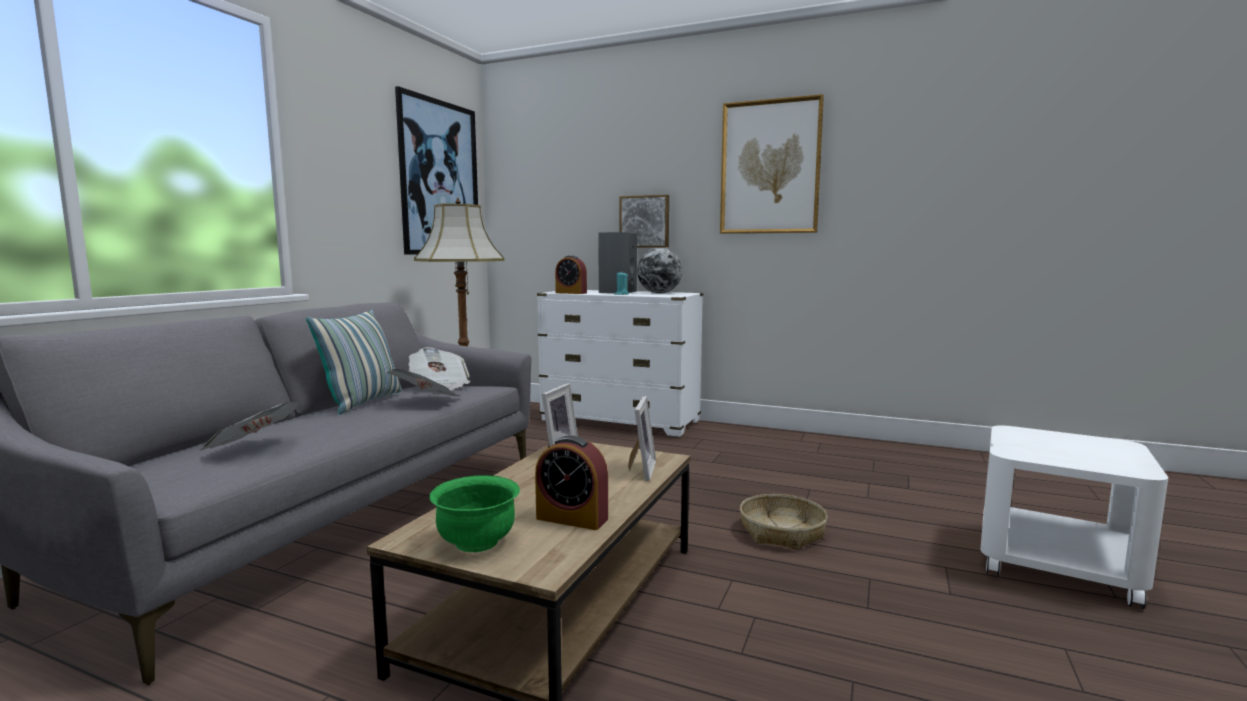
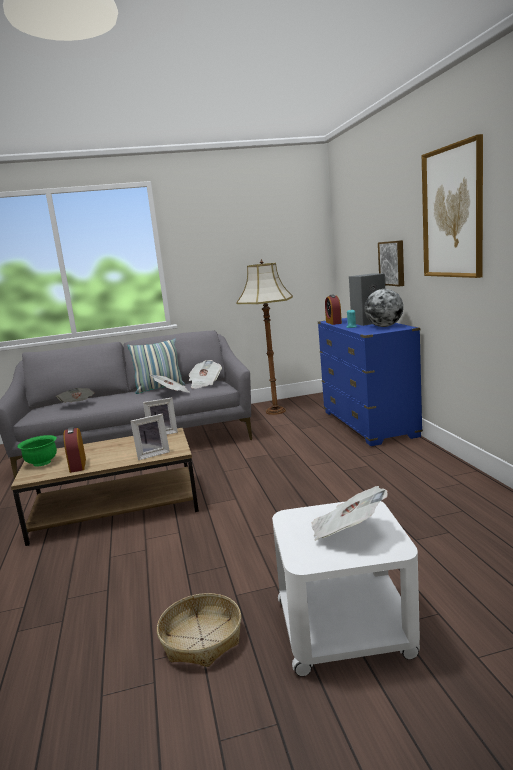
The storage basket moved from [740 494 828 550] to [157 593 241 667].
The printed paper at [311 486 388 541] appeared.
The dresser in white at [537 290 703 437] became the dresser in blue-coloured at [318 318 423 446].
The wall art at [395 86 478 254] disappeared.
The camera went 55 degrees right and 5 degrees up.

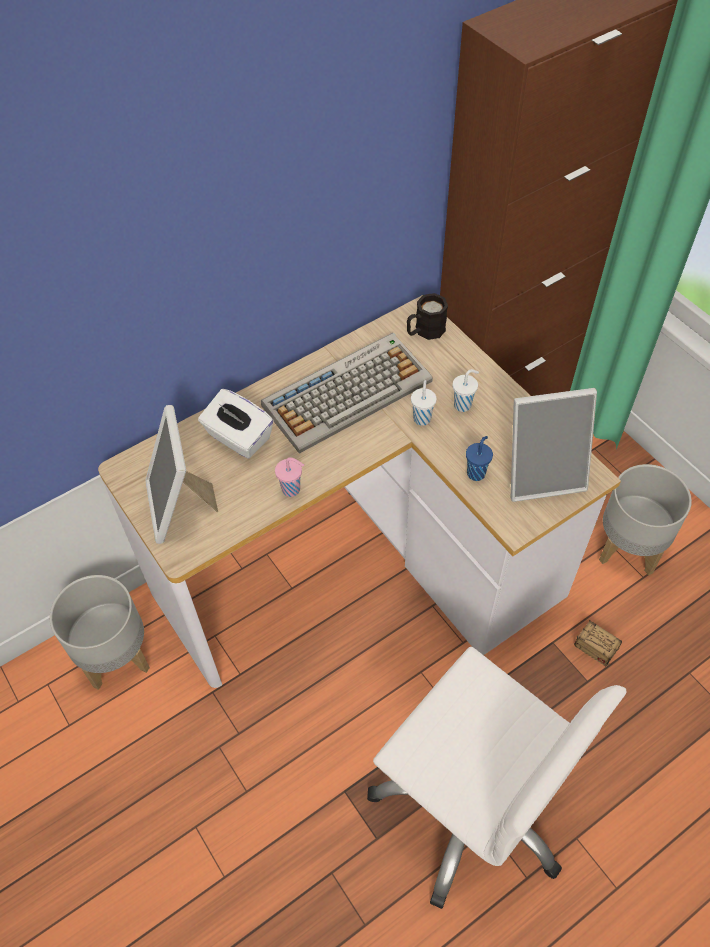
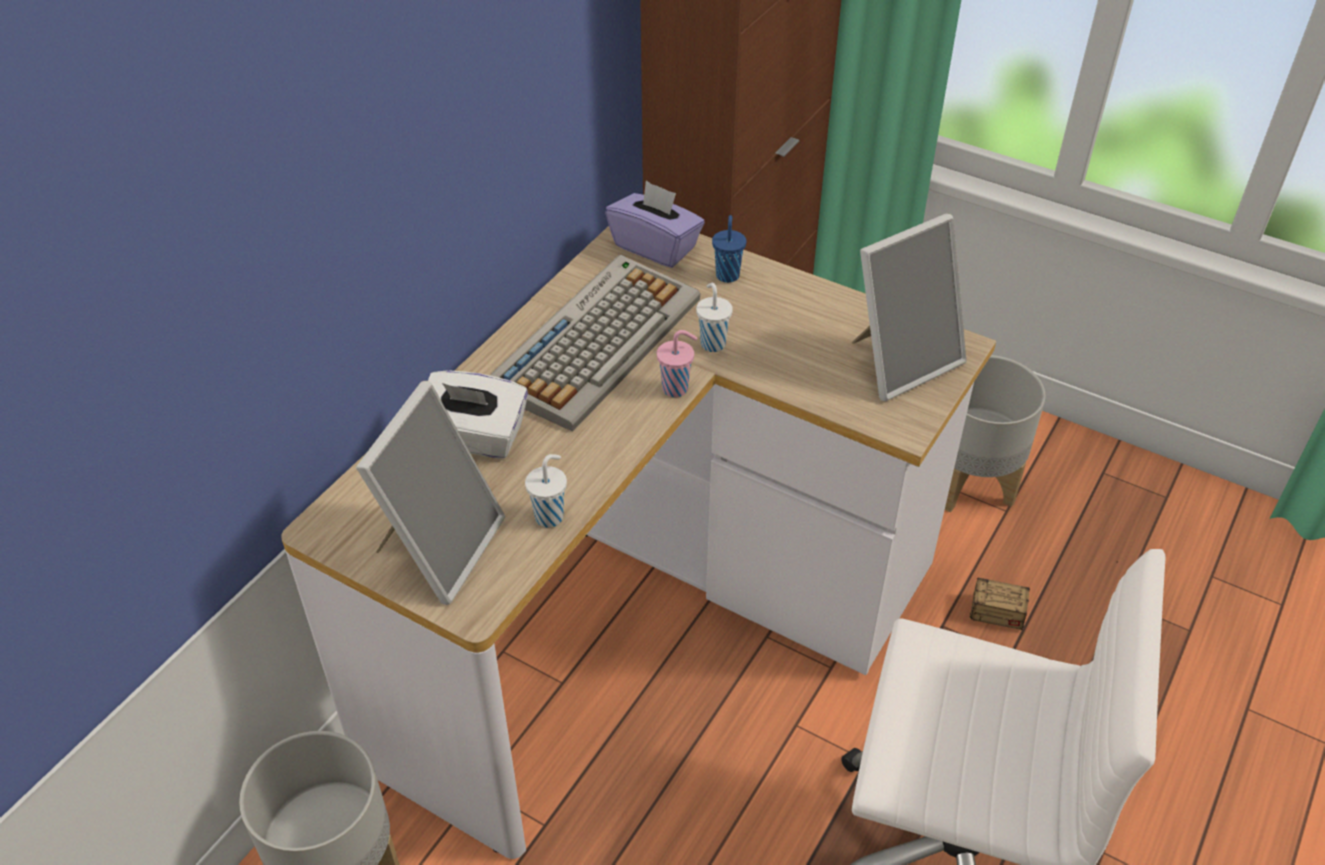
The photo frame at [145 405 218 544] turned 120 degrees counterclockwise.
The drinking cup in white moved from [453 369 479 412] to [525 454 567 528].
The tea mug in black at [407 293 448 340] was replaced by the box of tissues in purple-coloured at [605 180 705 268].
The drinking cup in pinkish moved from [275 457 304 497] to [657 330 697 397].
The drinking cup in blue-coloured moved from [466 436 493 481] to [712 215 746 283].
The camera went 25 degrees left and 10 degrees down.

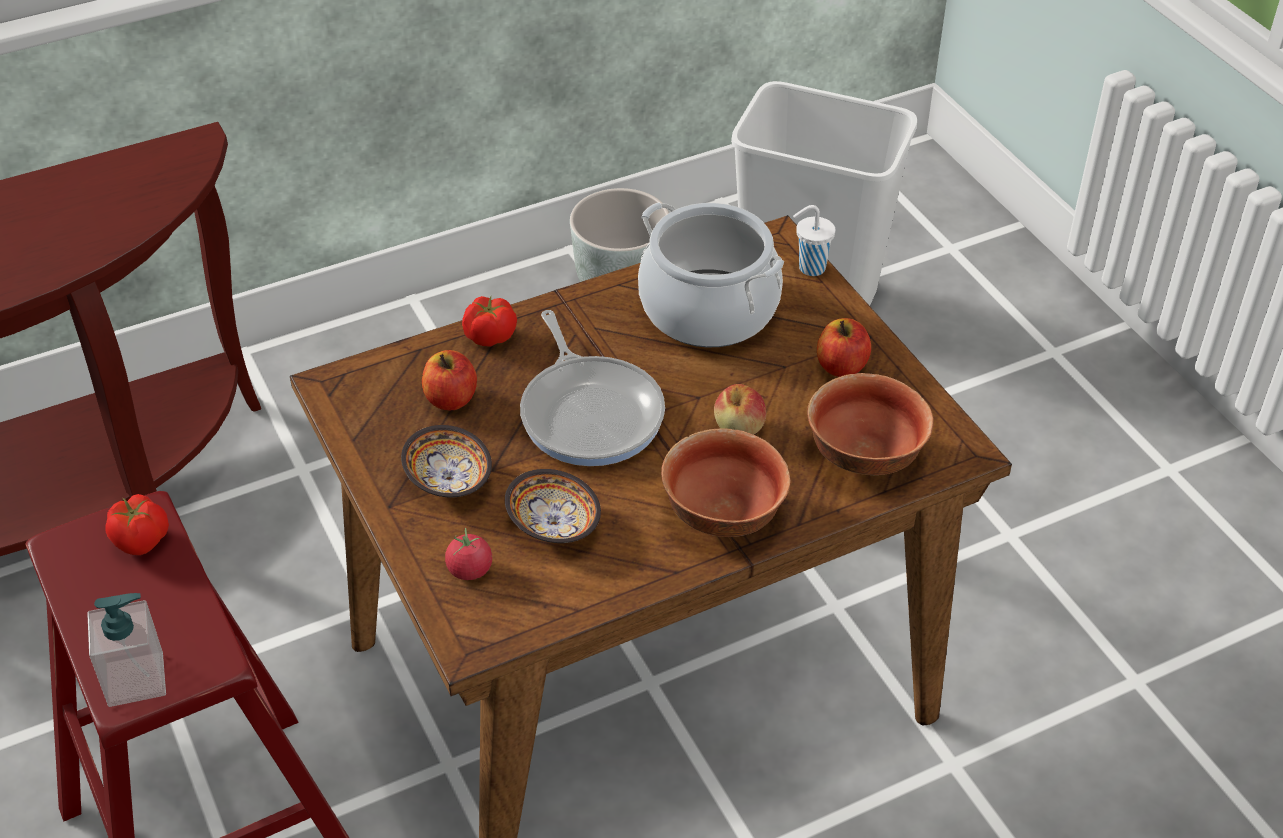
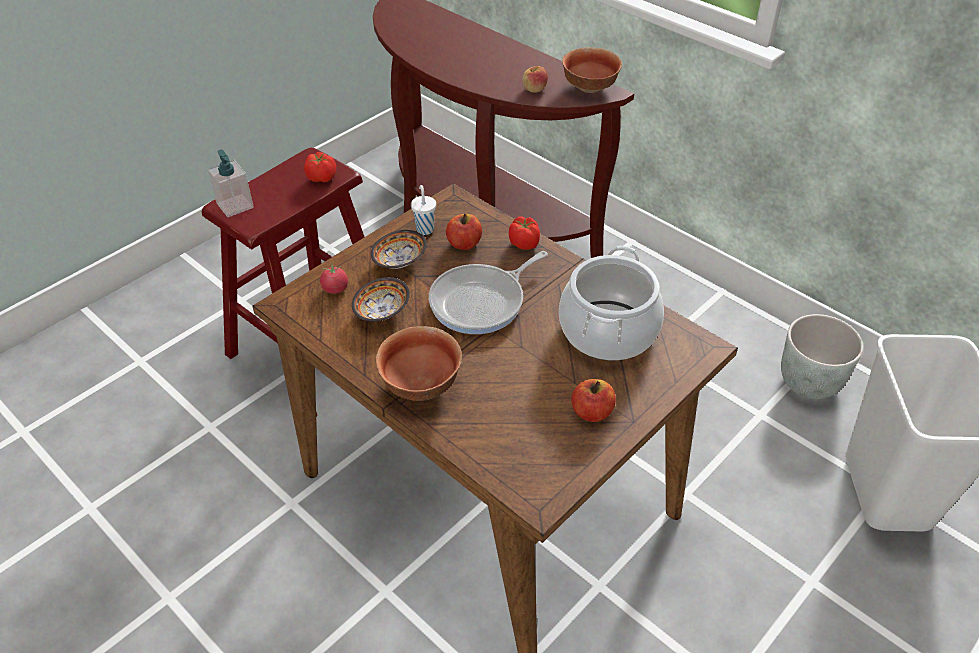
The drinking cup in white moved from [793 205 836 276] to [411 185 436 235].
The apple moved from [714 384 766 435] to [522 66 548 93].
The serving bowl moved from [807 373 934 475] to [562 47 622 93].
The camera went 70 degrees right and 0 degrees up.

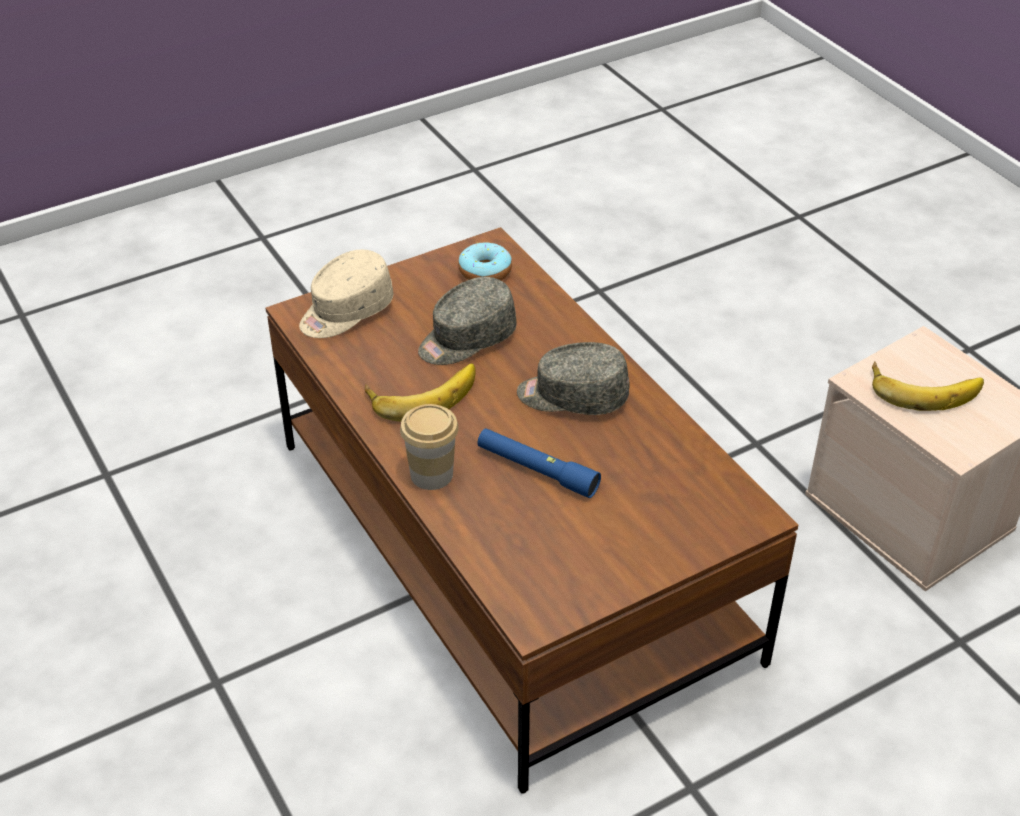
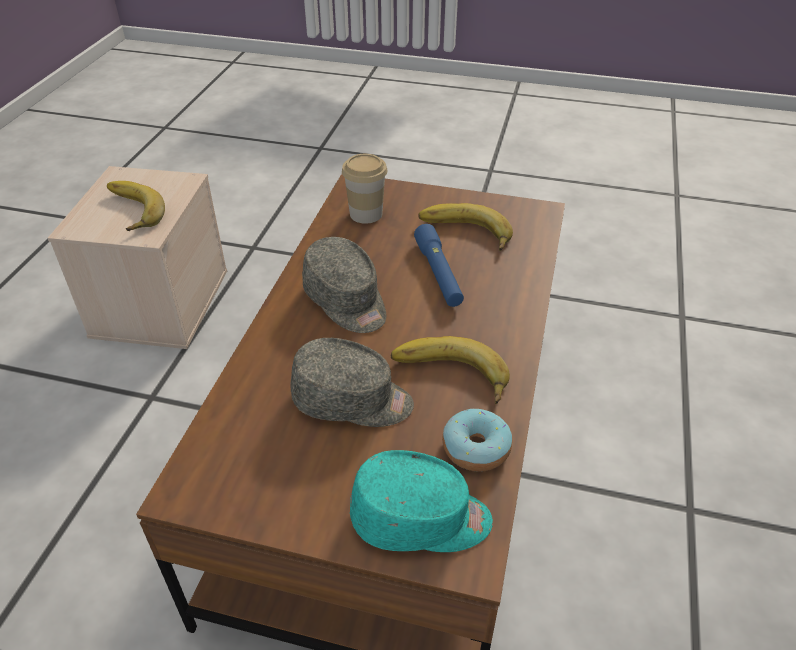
The drinking cup moved from [400 404 459 490] to [342 154 387 224].
The peaked cap in beige-coloured at [299 249 394 338] became the peaked cap in blue-green at [350 450 493 552].
The banana at [418 203 513 251] appeared.
The ring doughnut moved from [458 242 512 280] to [442 409 512 472].
The camera went 135 degrees left and 0 degrees up.

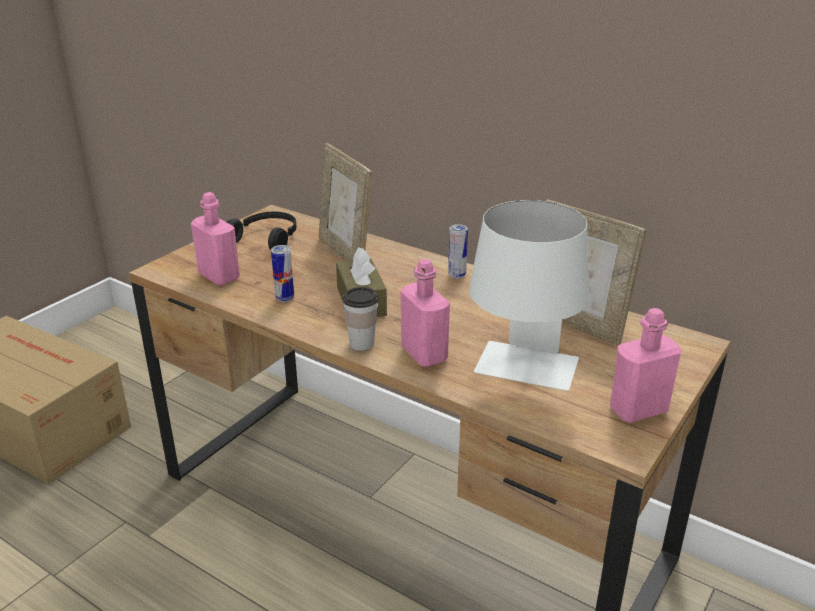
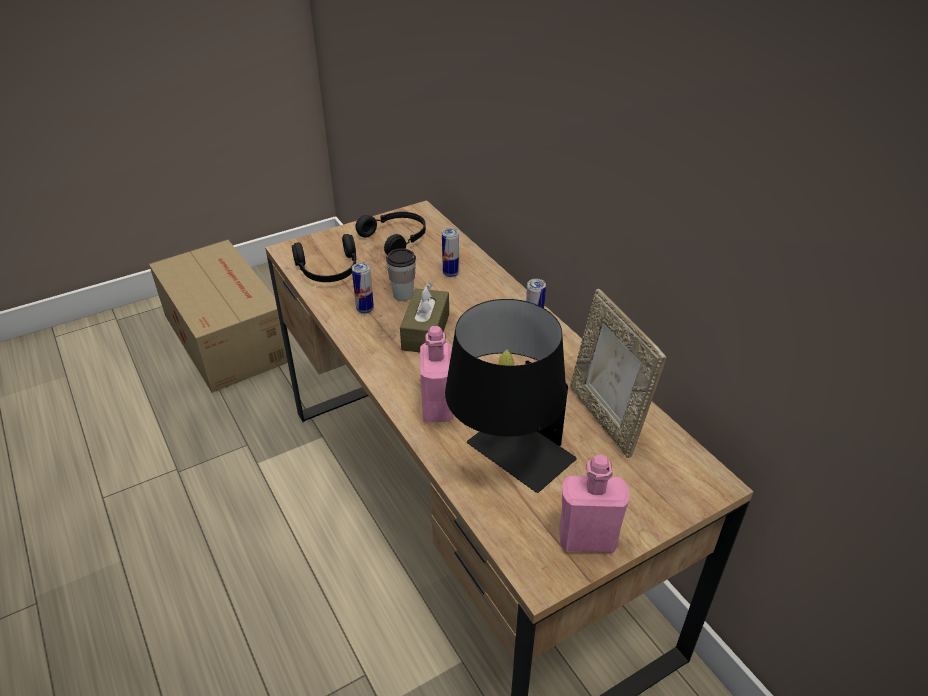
The bottle in pinkish at [191 192 240 286] was replaced by the pair of headphones in black at [292 234 356 282].
The drinking cup moved from [343 287 378 351] to [386 248 416 301].
The photo frame at [319 143 372 261] was replaced by the can at [442 228 459 277].
The tabletop lamp in white at [469 200 589 391] became the tabletop lamp in black at [445 299 577 493].
The camera went 25 degrees right and 10 degrees up.

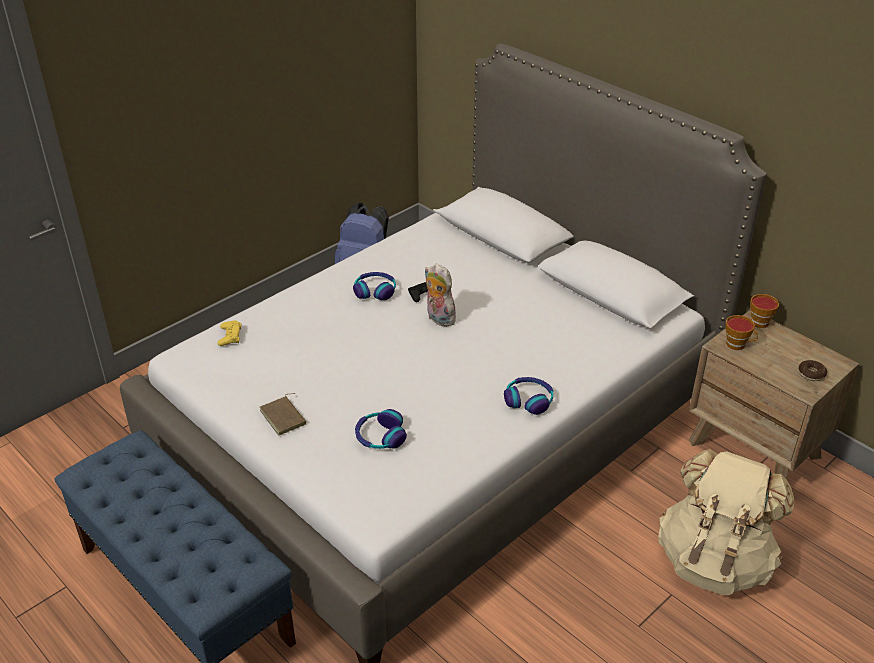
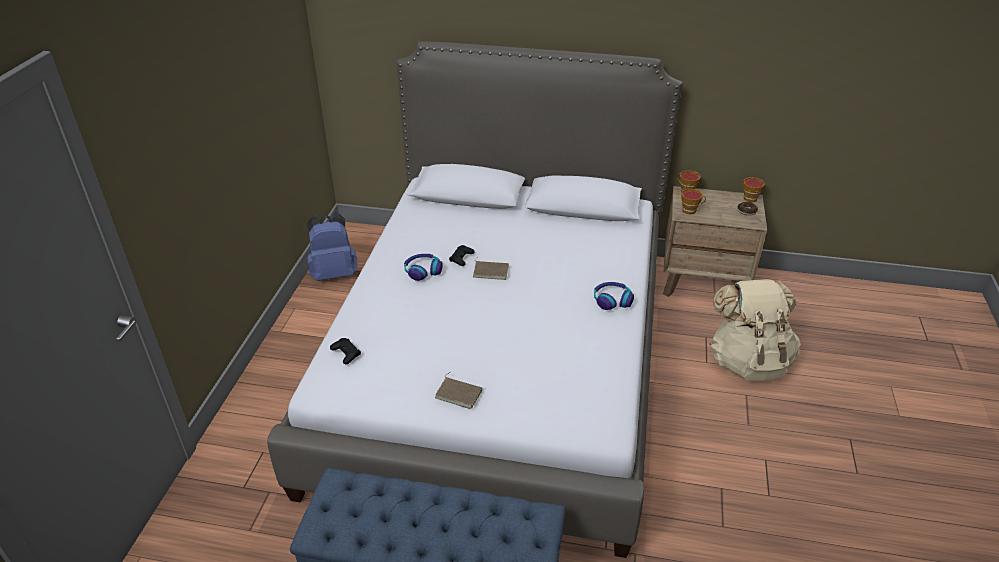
The joypad in yellowish at [217 320 242 346] became the joypad in black at [330 338 361 364].
The soft toy at [425 264 456 327] was replaced by the book in brown-coloured at [473 257 509 280].
The drinking cup at [742 177 765 203] appeared.
The pair of headphones at [355 409 407 449] disappeared.
The camera went 35 degrees left and 0 degrees up.

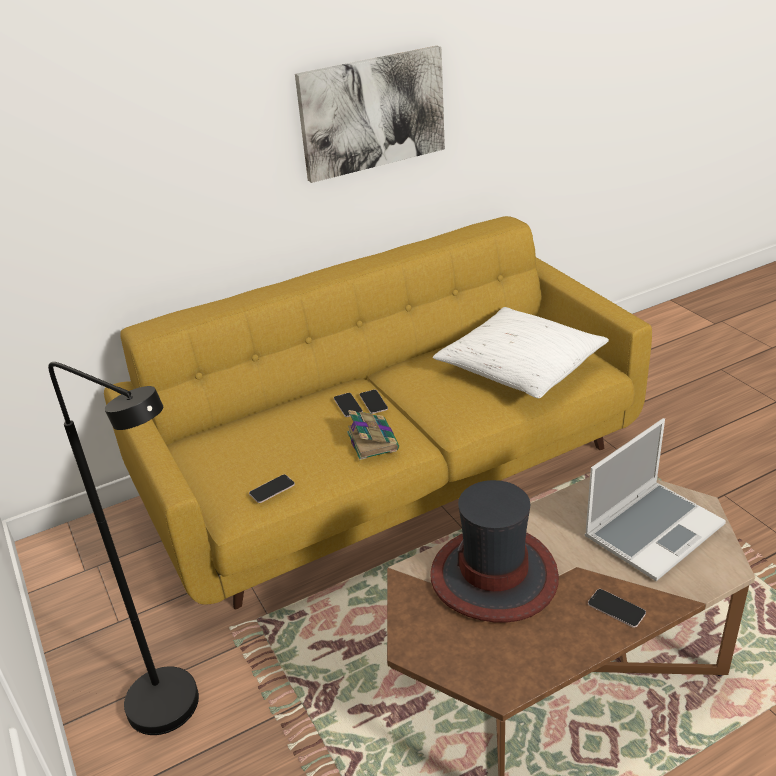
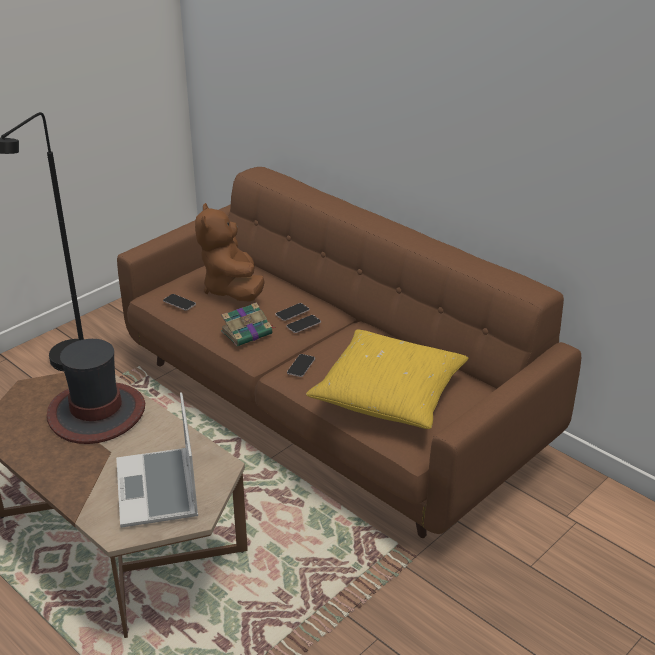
The laptop at [585 418 726 581] turned 45 degrees clockwise.
The sofa in yellowish at [104 216 652 609] became the sofa in brown-coloured at [117 167 581 538].
The soft toy in brown-coloured at [195 203 265 301] appeared.
The handset moved from [588 589 646 628] to [287 354 315 377].
The pillow in white at [433 307 609 398] became the pillow in yellowish at [306 330 469 429].
The wall art at [295 46 445 183] disappeared.
The camera went 70 degrees right and 0 degrees up.

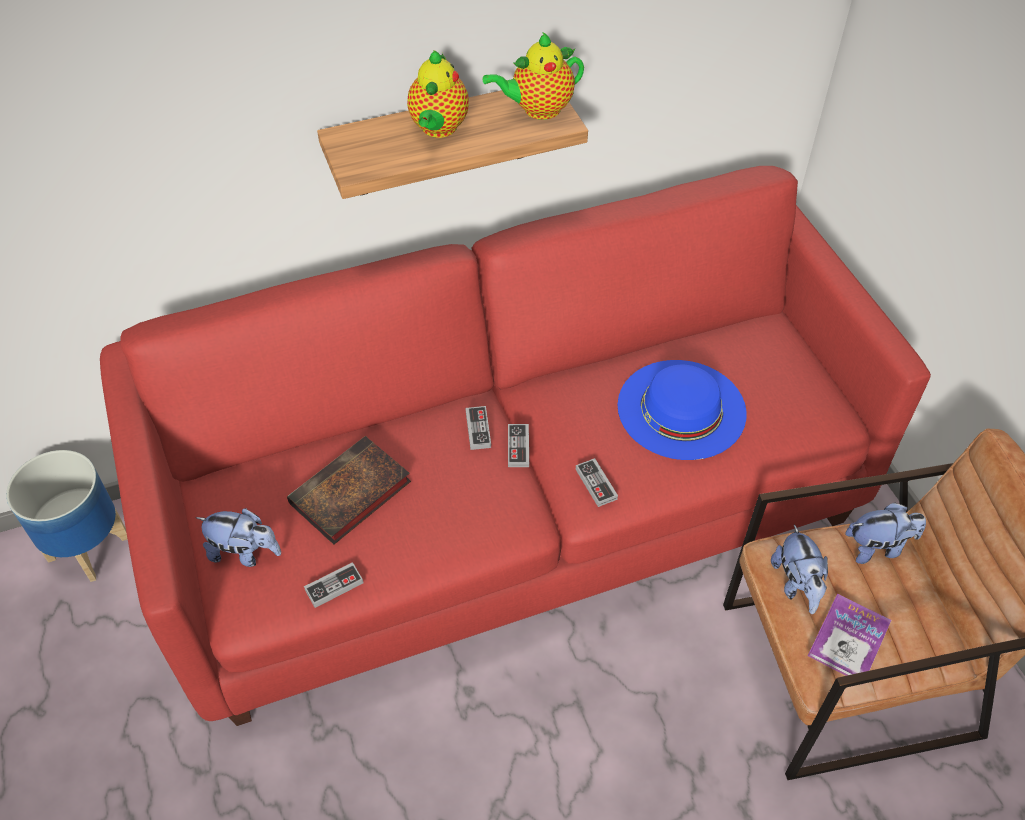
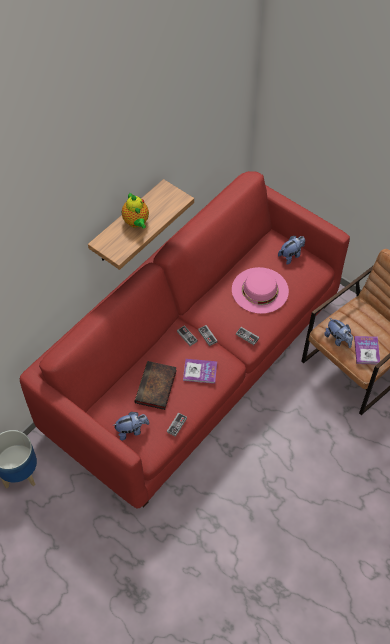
The book at [183 359 217 384] appeared.
The wearable hat in blue-coloured at [618 360 747 460] became the wearable hat in pinkish at [232 267 289 314].
The soft toy moved from [845 502 926 564] to [278 236 305 265].
The teapot at [482 32 584 120] disappeared.
The camera went 30 degrees left and 5 degrees up.

